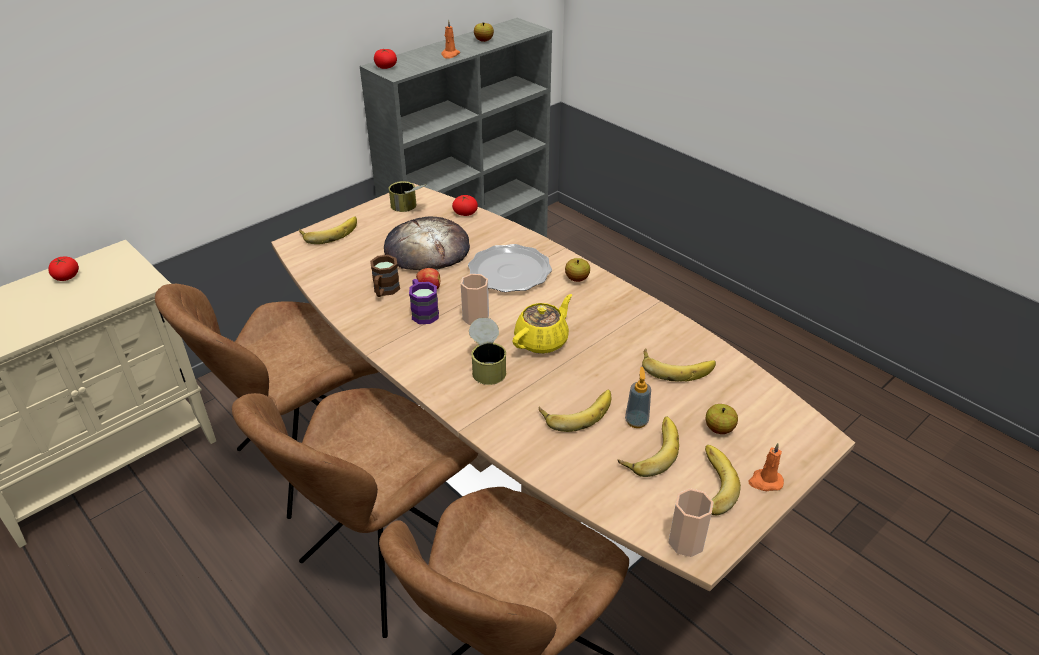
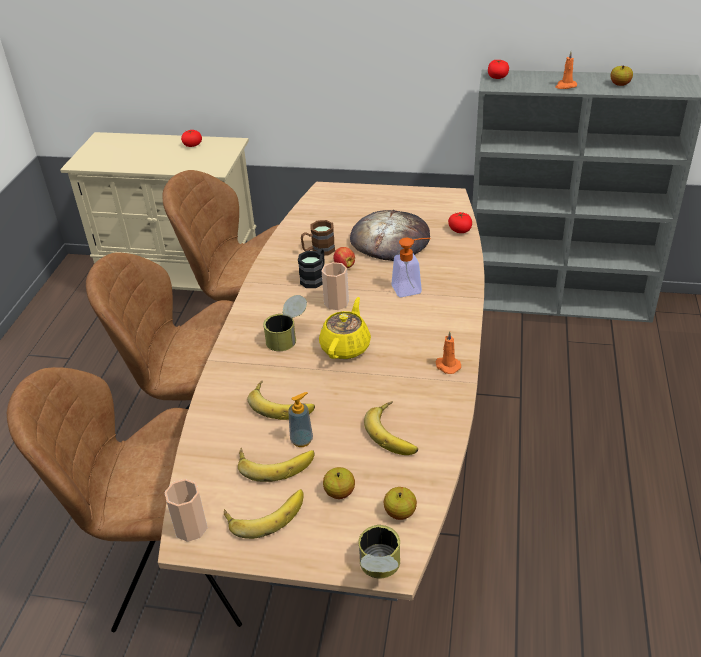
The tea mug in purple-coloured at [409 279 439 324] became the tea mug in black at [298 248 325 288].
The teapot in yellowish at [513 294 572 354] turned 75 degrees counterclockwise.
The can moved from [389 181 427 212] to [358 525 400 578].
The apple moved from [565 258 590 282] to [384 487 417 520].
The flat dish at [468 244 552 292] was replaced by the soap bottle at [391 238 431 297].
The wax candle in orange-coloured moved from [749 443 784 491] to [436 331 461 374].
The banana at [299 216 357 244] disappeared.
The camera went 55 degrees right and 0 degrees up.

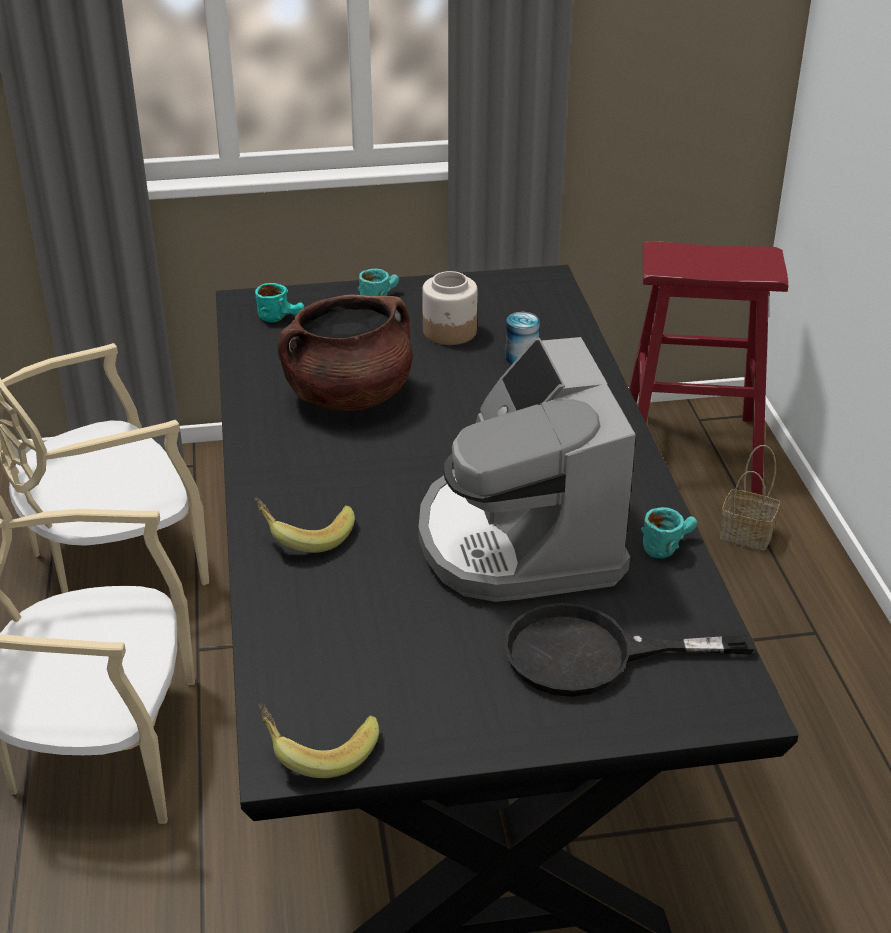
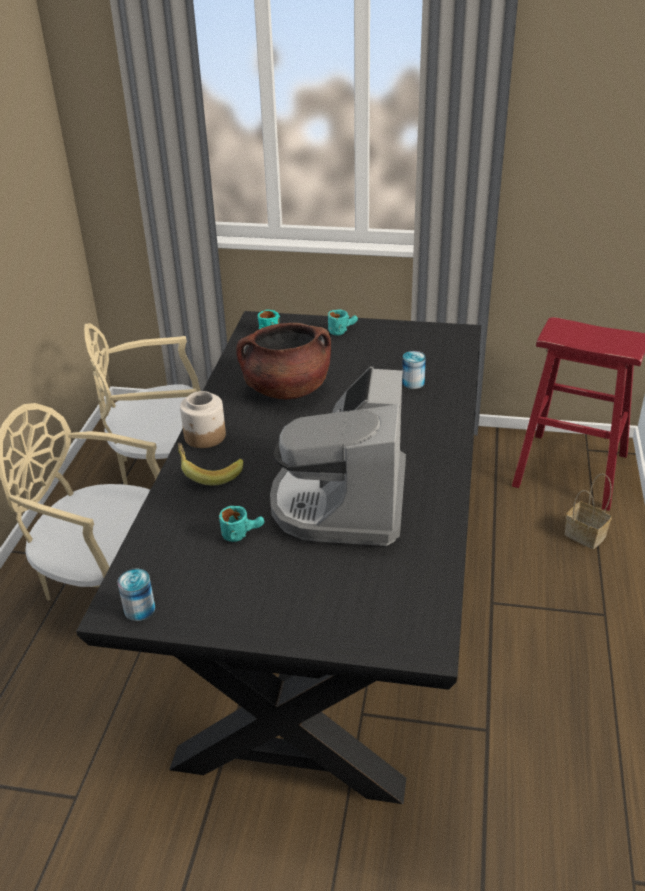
The banana at [258 704 379 778] was replaced by the can at [117 568 155 621].
The preserve jar moved from [422 271 478 345] to [180 391 226 448].
The tea mug in blue-green moved from [641 507 698 558] to [219 506 264 542].
The pan in black at [504 603 755 697] disappeared.
The camera went 20 degrees right and 0 degrees up.

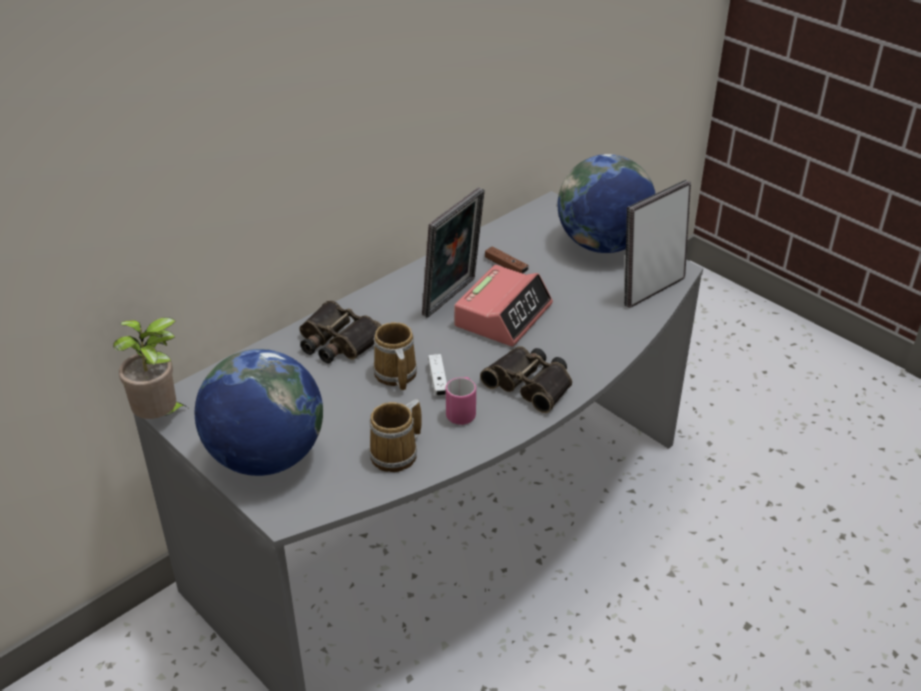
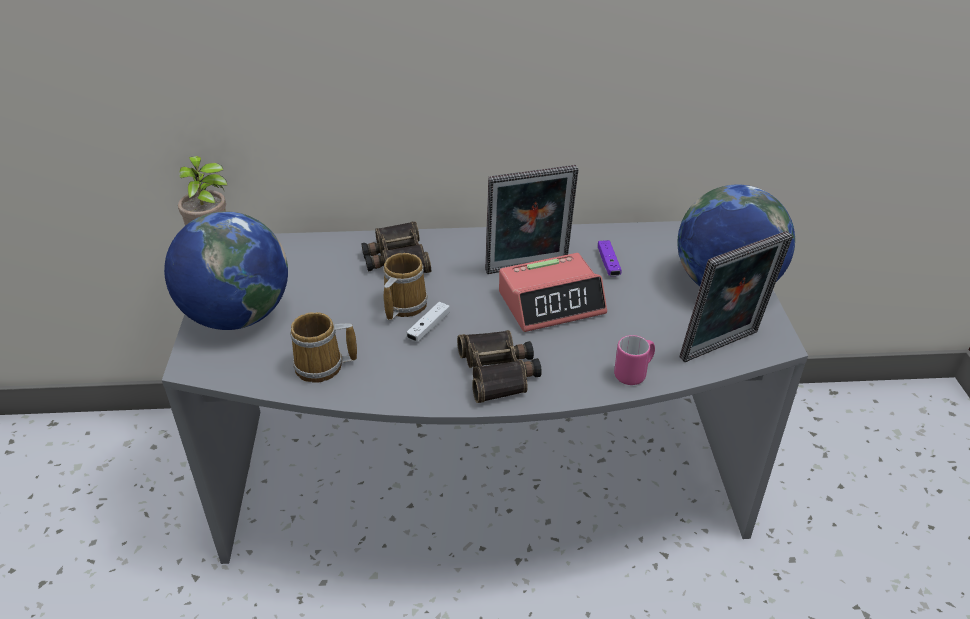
The joypad in brown-coloured at [485 247 528 274] became the joypad in purple-coloured at [598 240 622 276].
The tea mug in pinkish moved from [446 377 476 425] to [614 335 655 385].
The photo frame at [624 180 691 308] turned 150 degrees clockwise.
The camera went 40 degrees right and 0 degrees up.

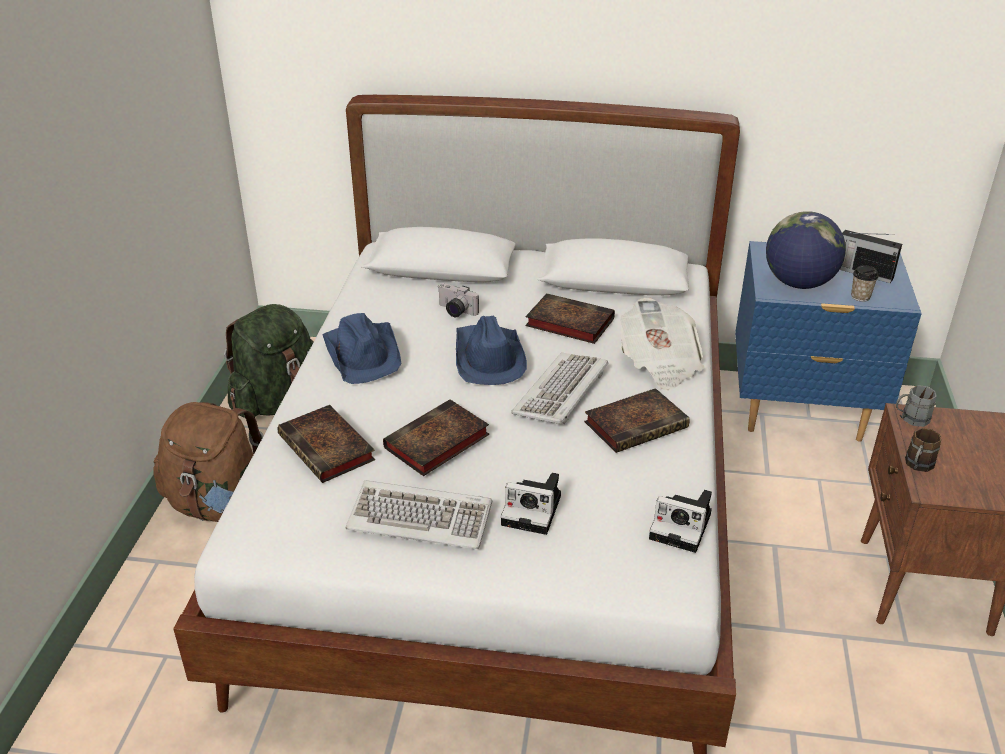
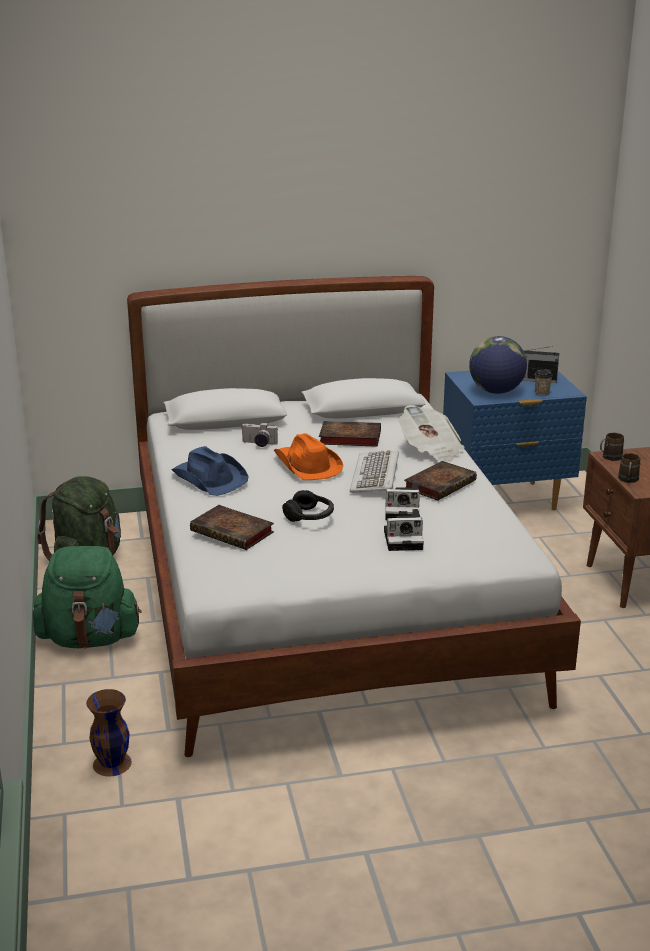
The rucksack in brown-coloured at [153 402 264 522] became the rucksack in green at [33 546 142 649].
The flower vase in brown-coloured at [86 689 132 777] appeared.
The wearable hat in blue-coloured at [456 316 527 385] became the wearable hat in orange-coloured at [274 433 344 480].
The book at [383 399 489 476] was replaced by the pair of headphones in black at [282 490 334 522].
The photo camera moved from [649 490 712 553] to [385 482 420 520].
The tea mug in grey at [896 385 937 427] became the tea mug in brown-coloured at [600 432 624 461].
The PC keyboard at [346 480 492 549] disappeared.
The camera went 20 degrees left and 10 degrees down.

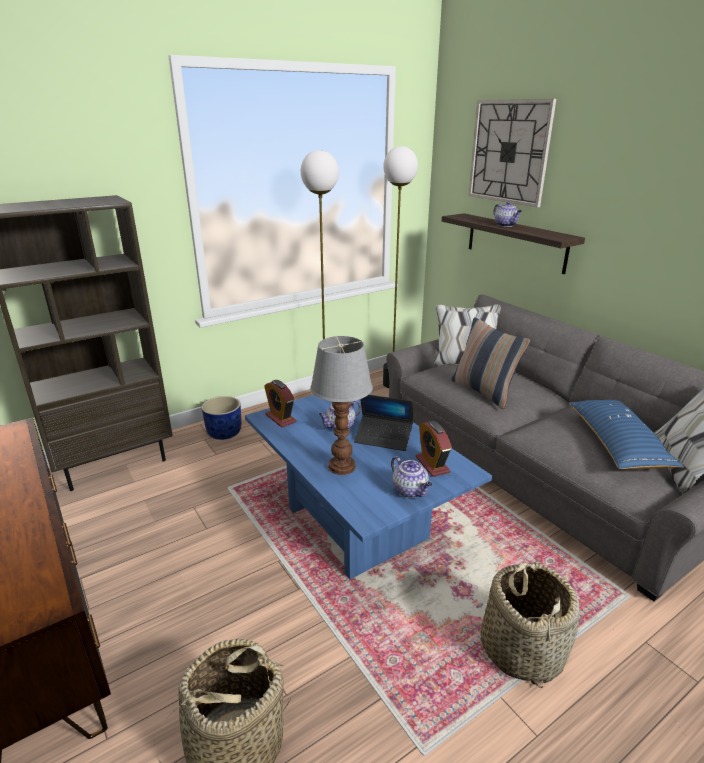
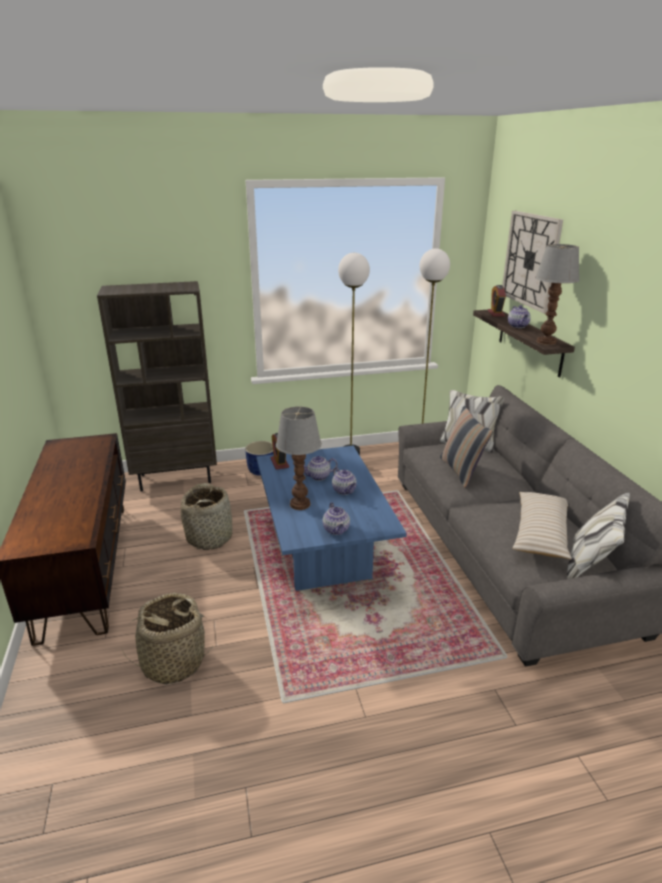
The storage basket moved from [481 562 580 688] to [181 483 232 550].
The laptop at [354 395 413 451] was replaced by the teapot at [332 467 357 495].
The bedside clock moved from [416 421 452 477] to [488 285 506 317].
The pillow in blue-coloured at [569 400 684 469] became the pillow in beige-coloured at [513 492 571 560].
The tabletop lamp at [535 244 580 345] appeared.
The camera went 20 degrees right and 0 degrees up.

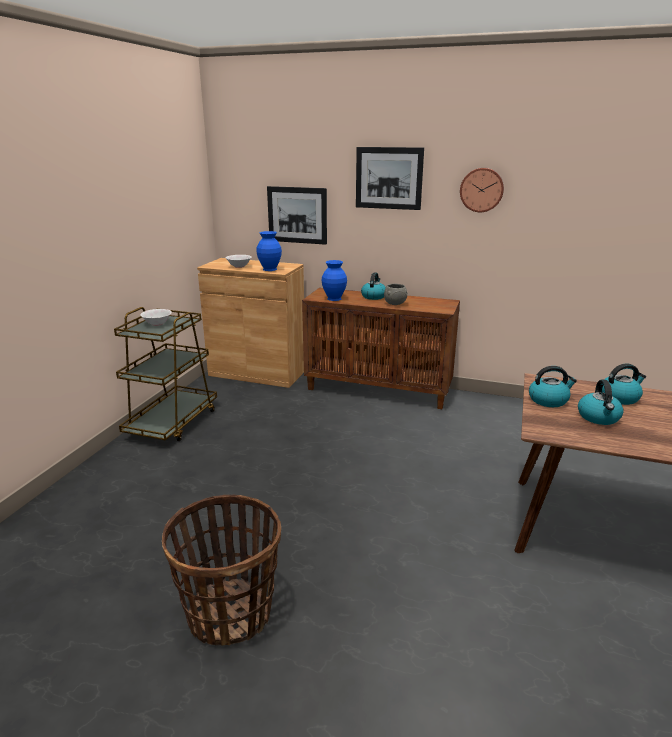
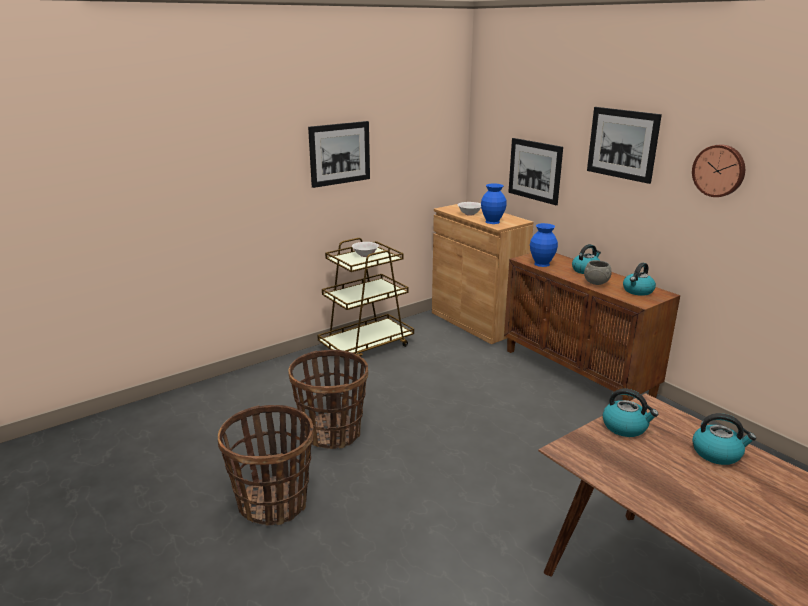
The storage basket at [288 350 368 449] appeared.
The wall art at [308 121 370 188] appeared.
The kettle moved from [578 380 624 425] to [623 263 656 296].
The camera went 35 degrees right and 0 degrees up.

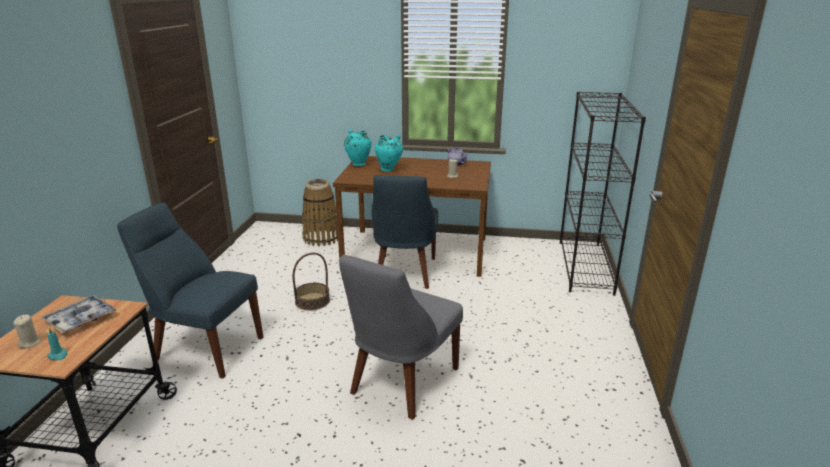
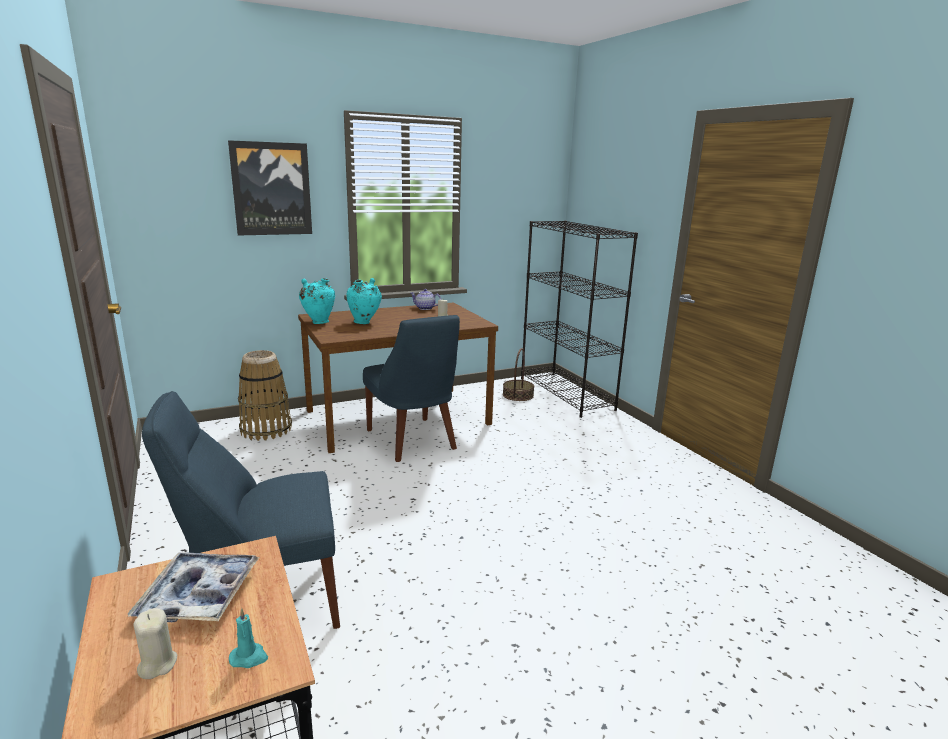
The wall art at [228 140 312 236] appeared.
The storage basket moved from [293 253 330 310] to [503 348 534 401].
The upright chair in grey at [339 255 463 420] disappeared.
The camera went 35 degrees left and 5 degrees down.

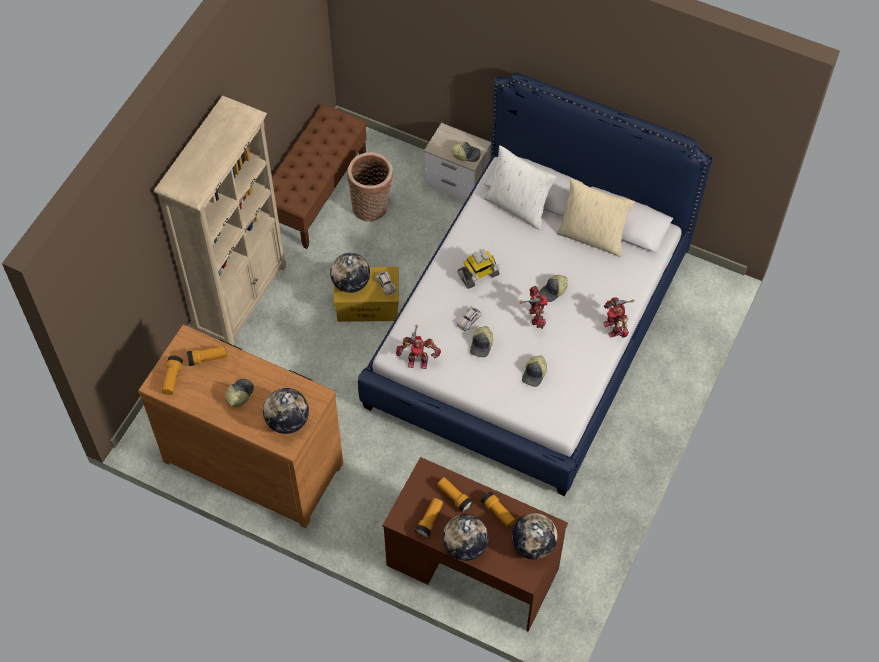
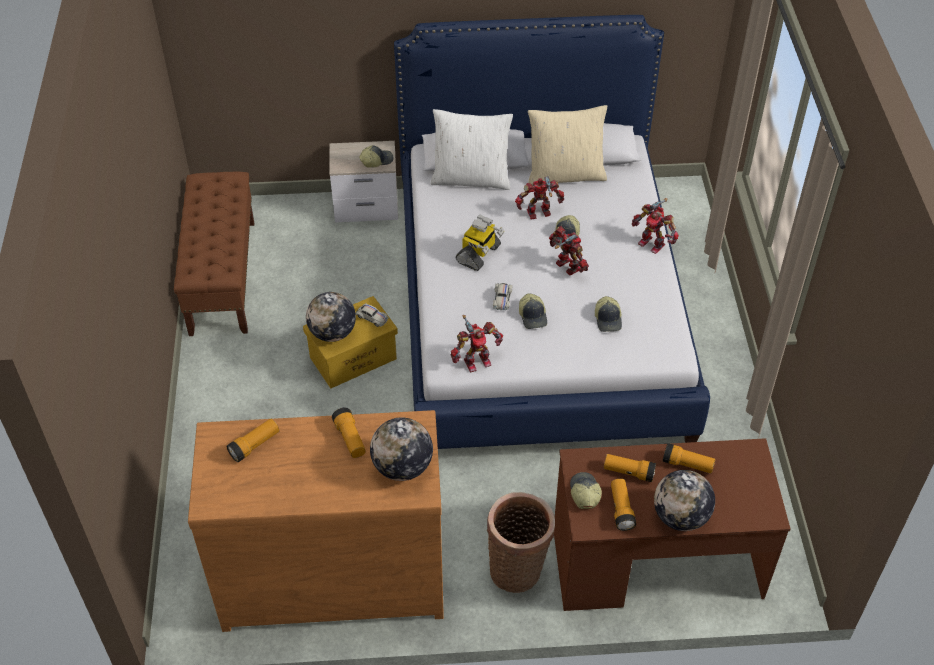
The flashlight moved from [162 356 183 395] to [332 407 366 458].
The storage basket moved from [347 152 393 222] to [487 492 555 593].
The robot figure at [515 176 564 220] appeared.
The peaked cap moved from [226 379 254 407] to [570 472 602 509].
The bookshelf in beige-coloured at [154 96 286 346] disappeared.
The globe at [511 513 558 560] disappeared.
The camera went 30 degrees left and 10 degrees down.

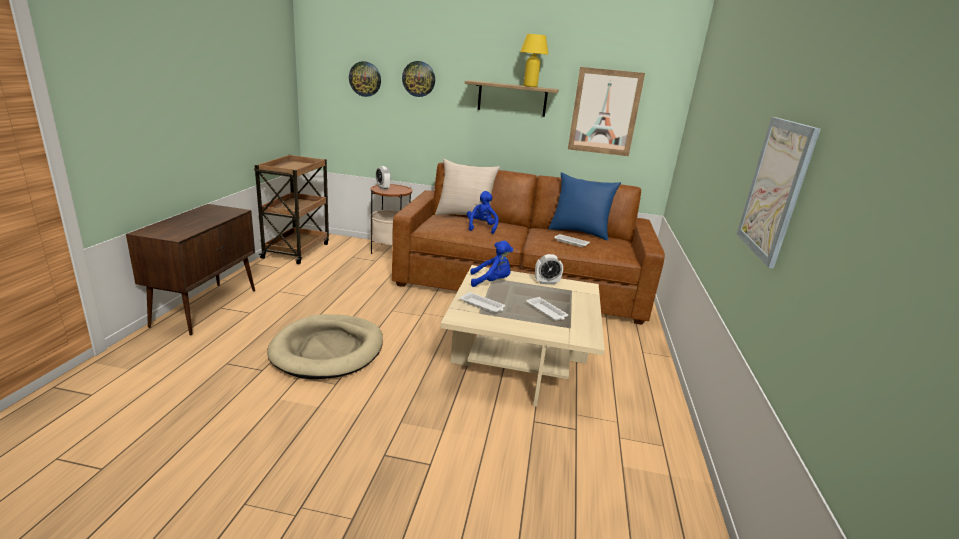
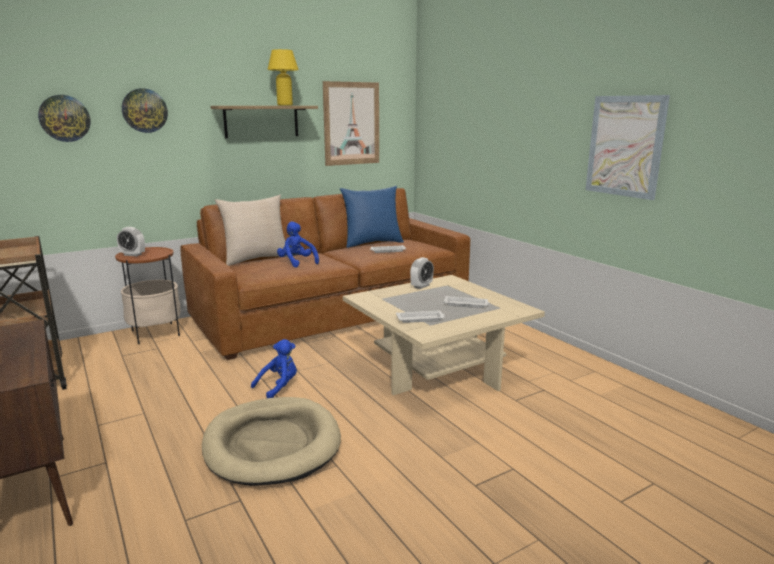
The soft toy in blue-coloured moved from [470 241 513 287] to [251 339 297 398].
The camera went 40 degrees left and 5 degrees down.

